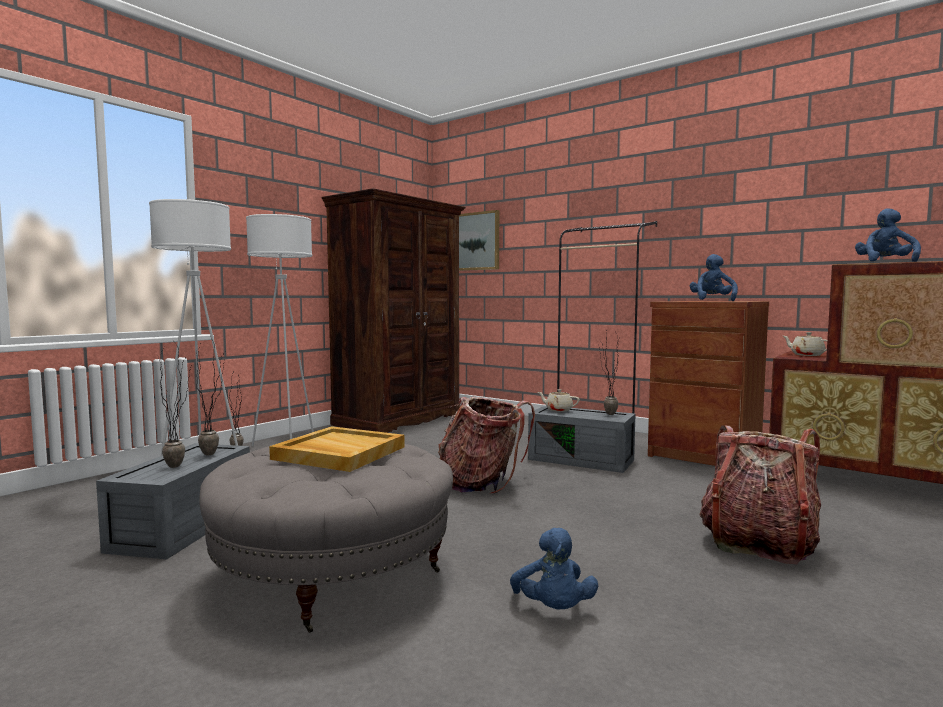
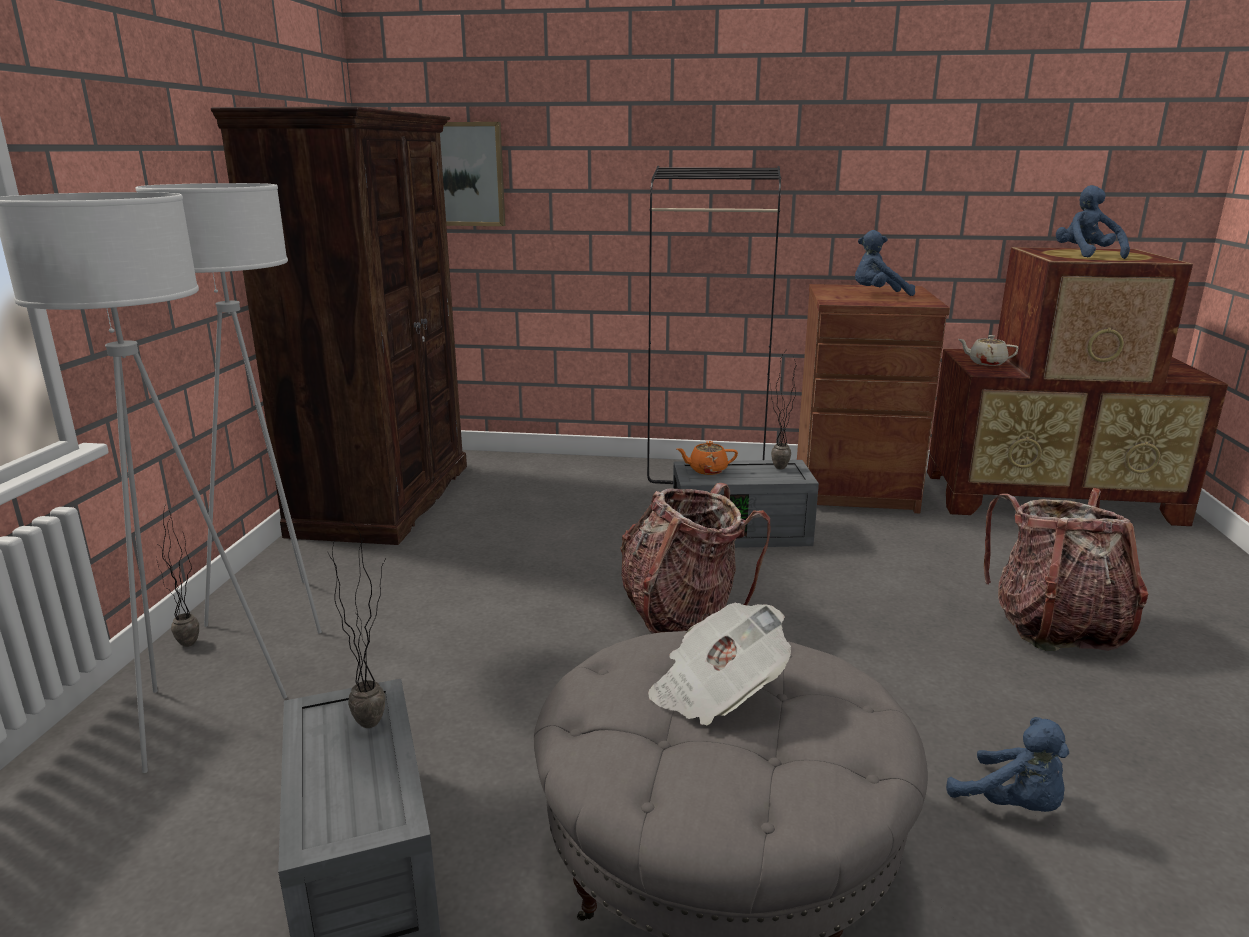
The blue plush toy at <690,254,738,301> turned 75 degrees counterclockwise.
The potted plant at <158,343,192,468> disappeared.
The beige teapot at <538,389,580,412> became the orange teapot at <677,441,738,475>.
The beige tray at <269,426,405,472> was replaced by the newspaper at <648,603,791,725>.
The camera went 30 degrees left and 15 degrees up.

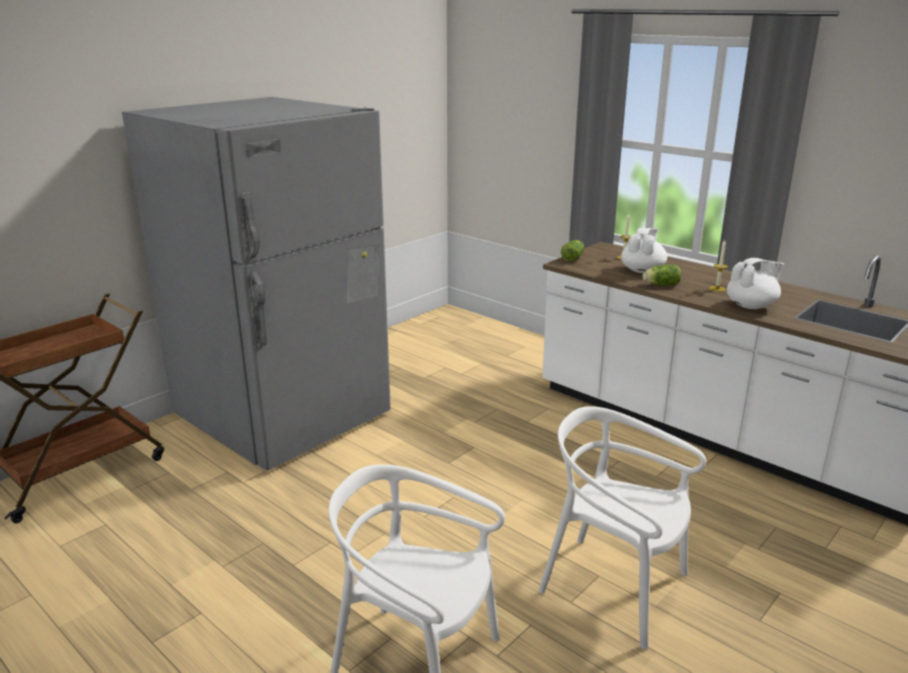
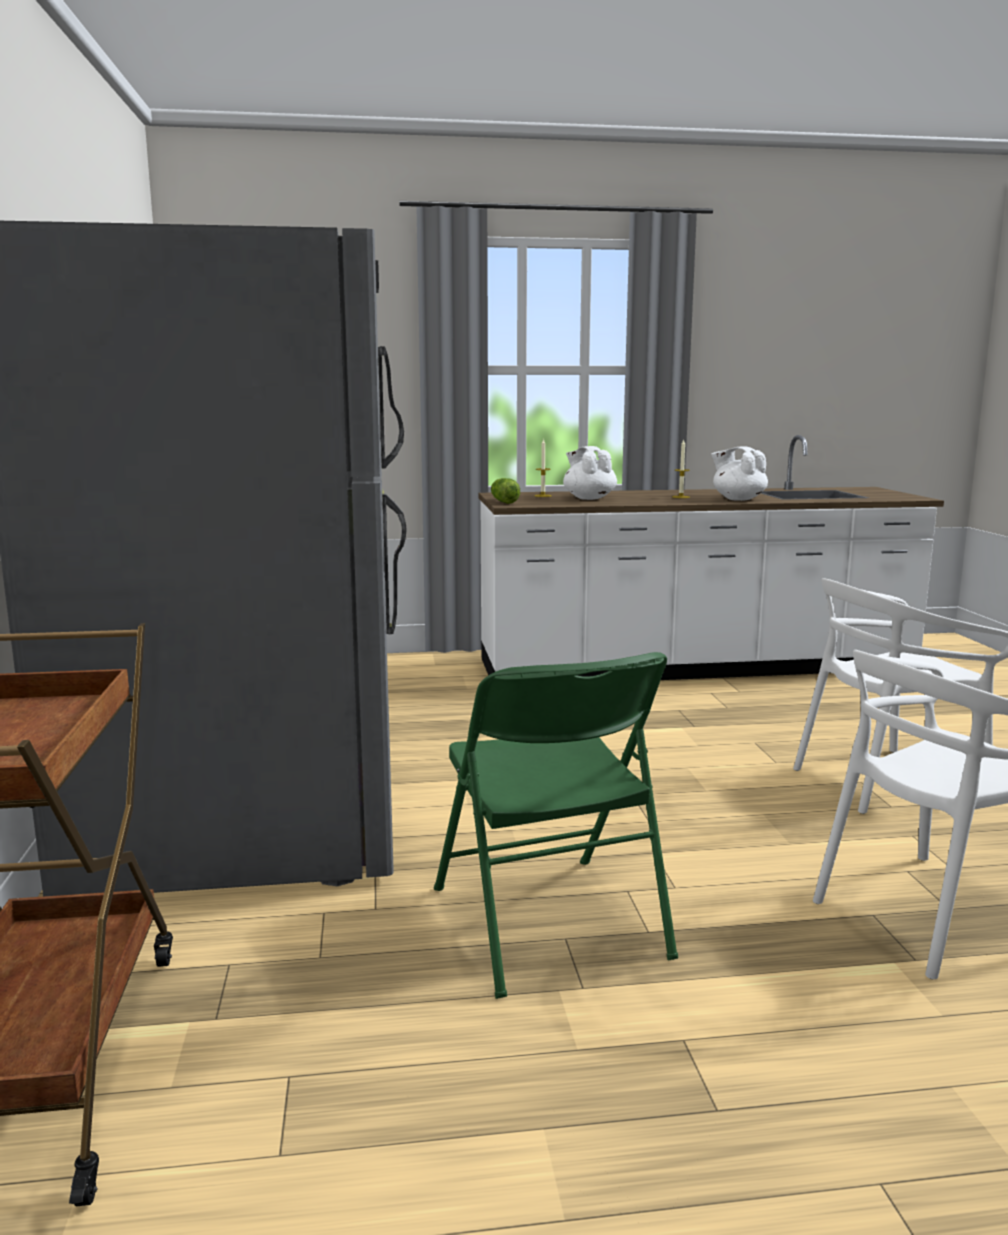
The white teapot at <727,258,784,309> turned 60 degrees counterclockwise.
The lettuce at <642,264,681,285> disappeared.
The green chair at <434,652,678,999> appeared.
The camera went 50 degrees left and 10 degrees down.

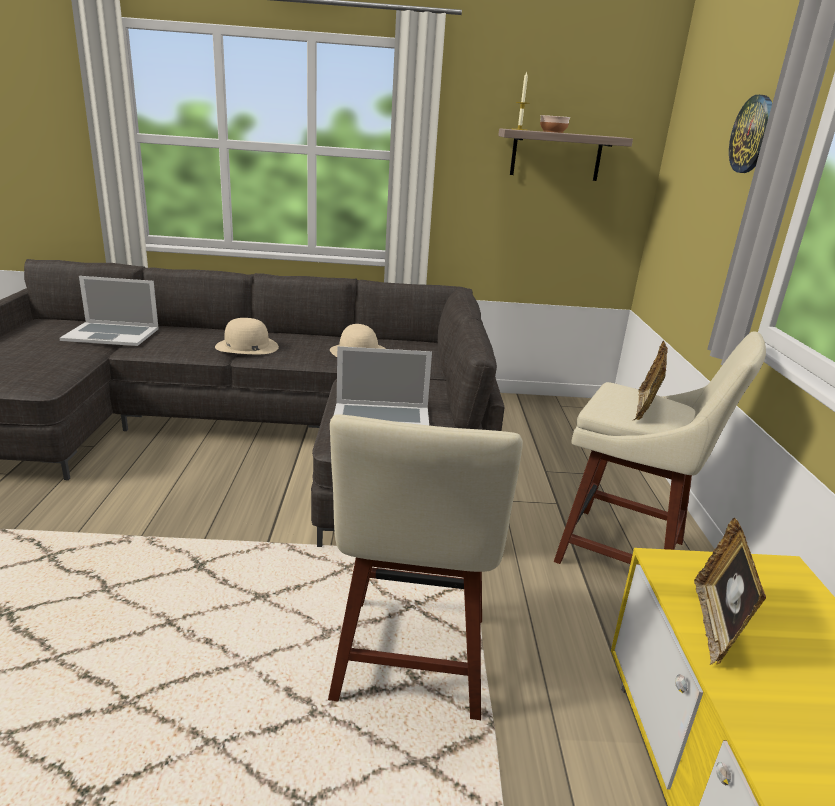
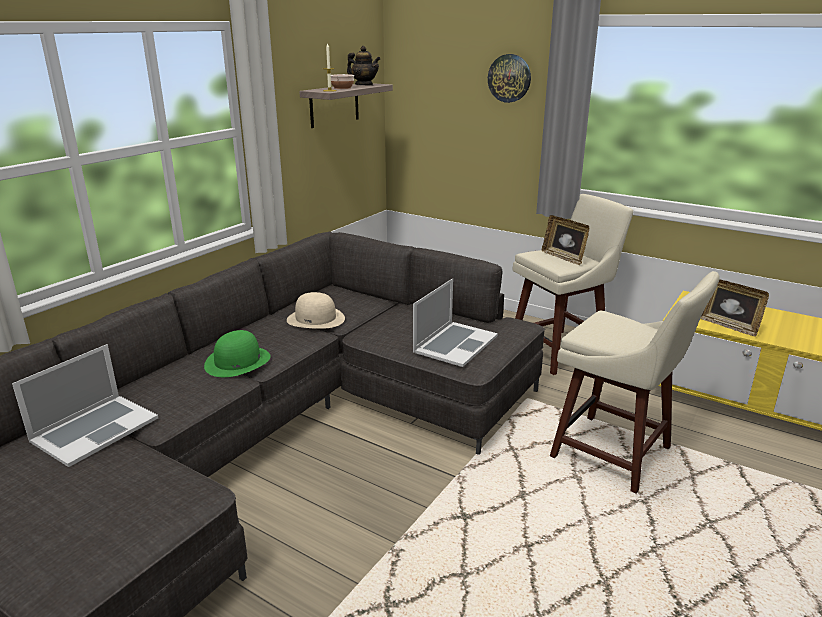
The beige hat at <215,318,279,354> became the green hat at <204,330,271,377>.
The teapot at <347,46,380,85> appeared.
The camera went 55 degrees left and 0 degrees up.

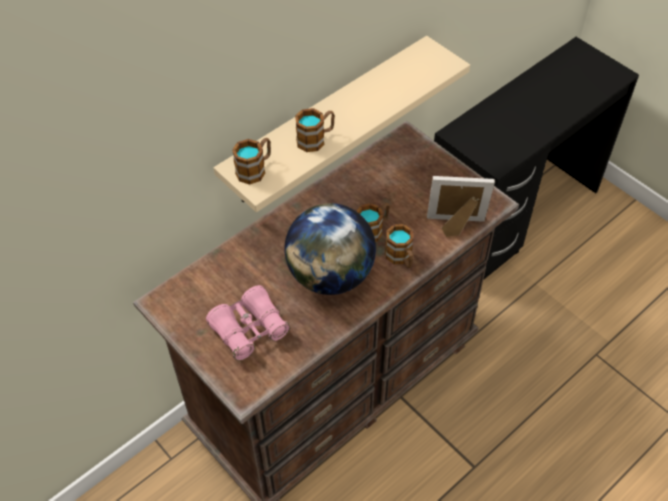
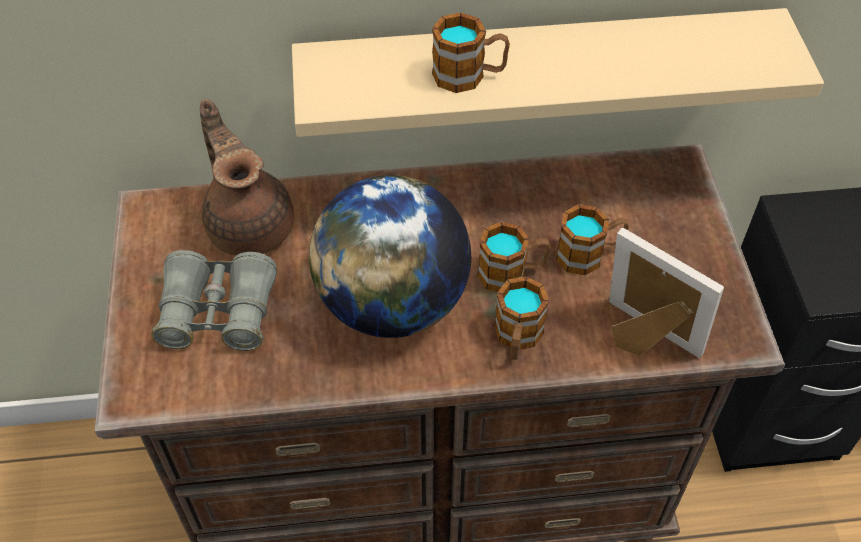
The mug moved from <232,138,271,184> to <556,204,629,275>.
The pink binoculars at <206,285,290,361> became the grey binoculars at <151,250,277,351>.
The brown teapot at <200,99,294,256> appeared.
The camera went 35 degrees right and 0 degrees up.

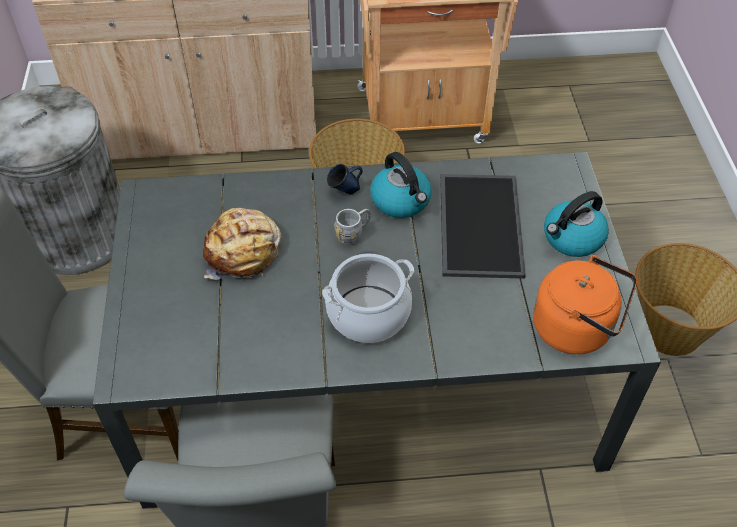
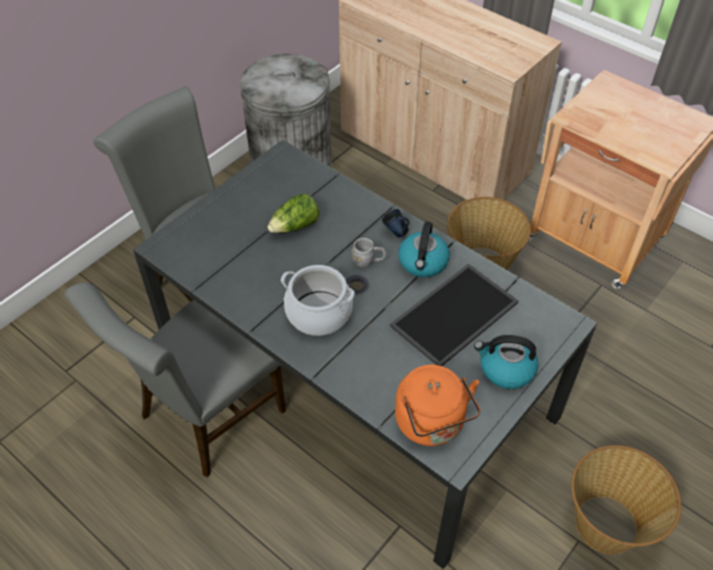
The bread at <203,208,282,280> was replaced by the lettuce at <267,194,319,233>.
The camera went 45 degrees right and 0 degrees up.

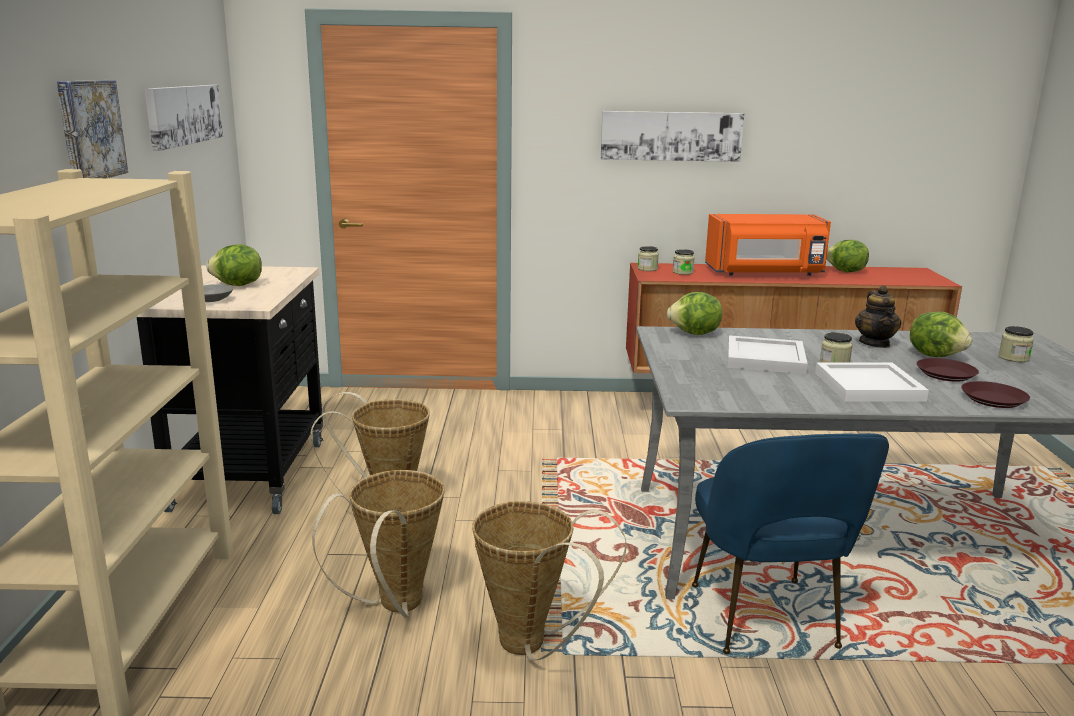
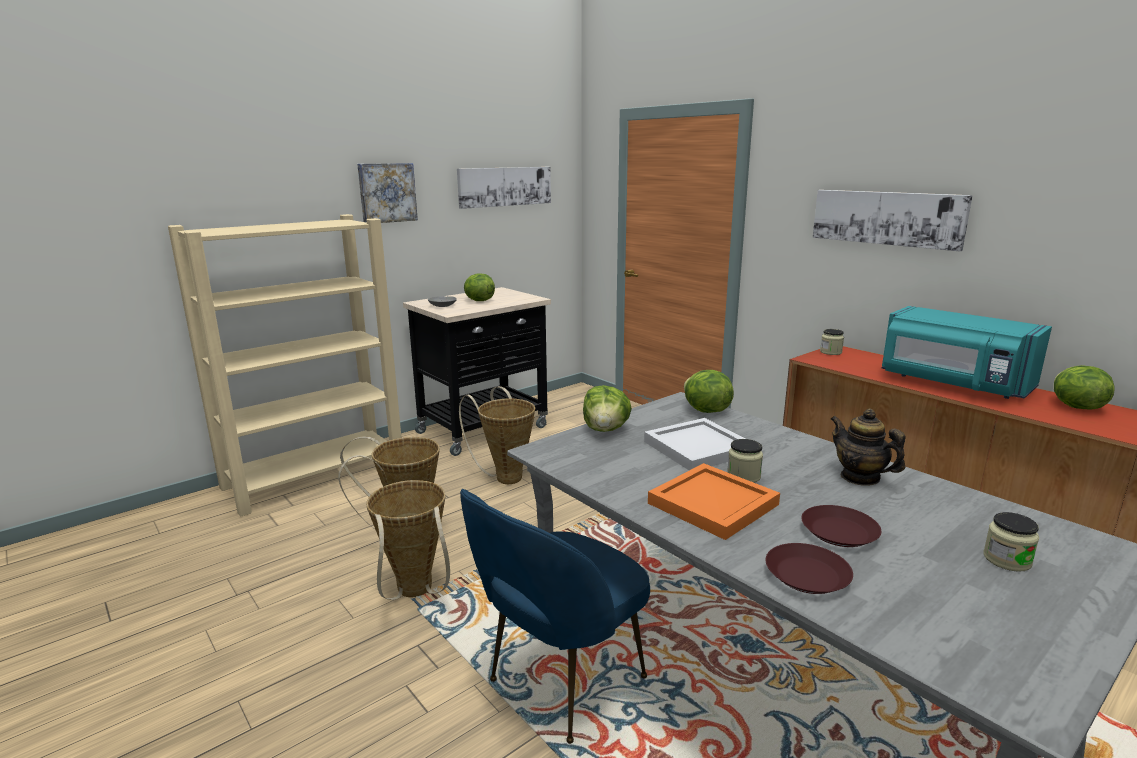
The orange microwave at <705,214,831,276> became the turquoise microwave at <882,306,1052,399>.
The jar at <673,249,695,275> disappeared.
The teapot at <855,286,901,348> turned 90 degrees clockwise.
The lettuce moved from <910,311,972,357> to <583,385,632,432>.
The white tray at <815,362,929,402> became the orange tray at <648,463,780,540>.
The camera went 50 degrees right and 0 degrees up.

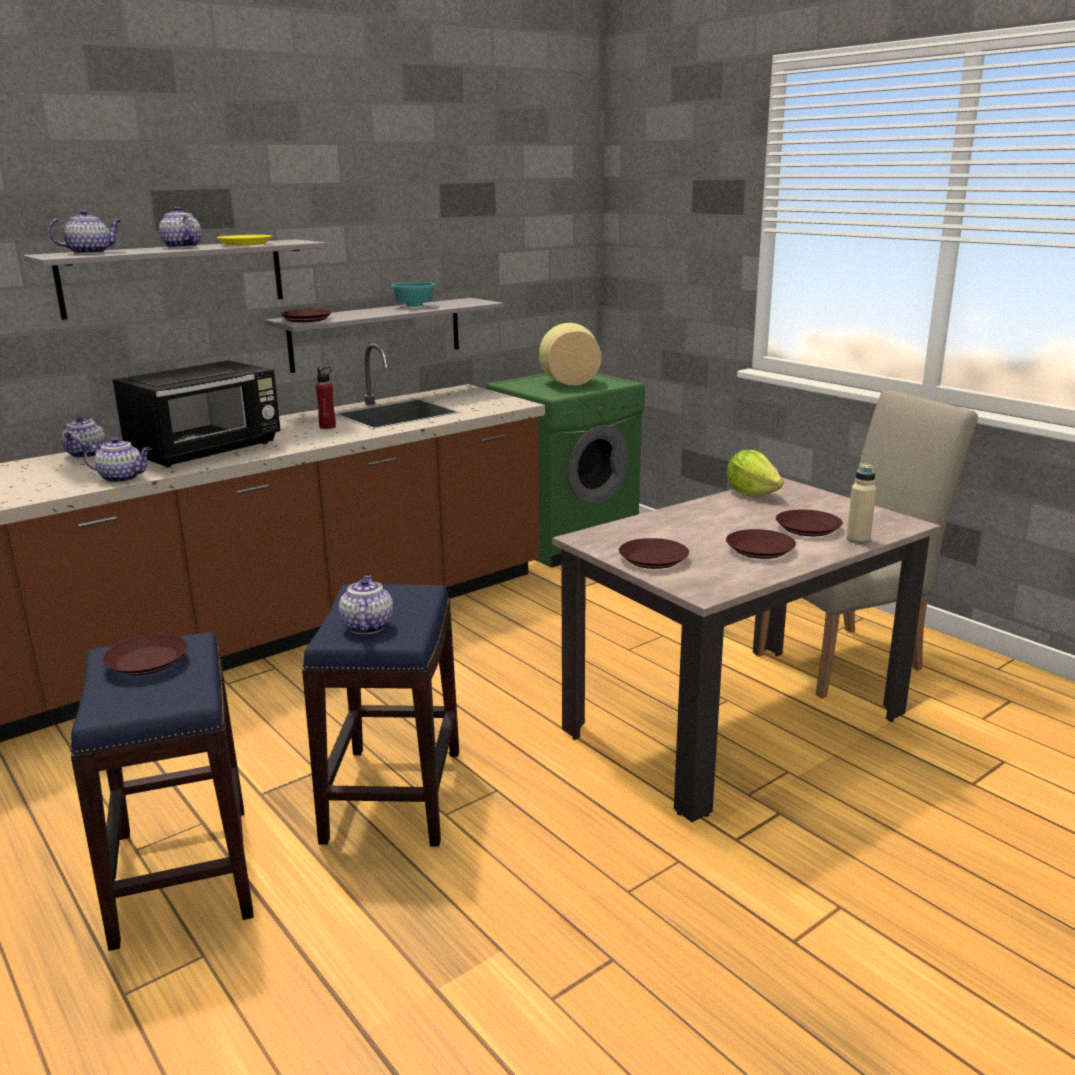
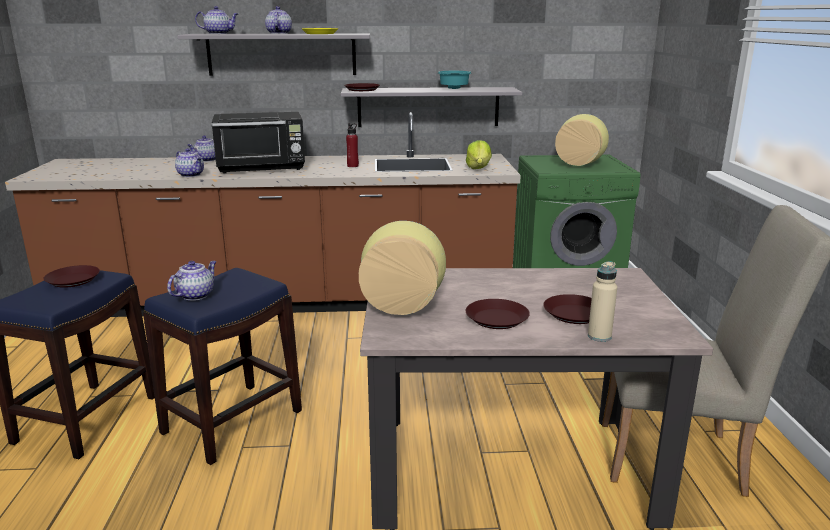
The lettuce moved from <727,450,784,497> to <466,140,492,169>.
The brown plate at <619,538,689,569> was replaced by the vase at <359,221,446,315>.
The camera went 35 degrees right and 0 degrees up.

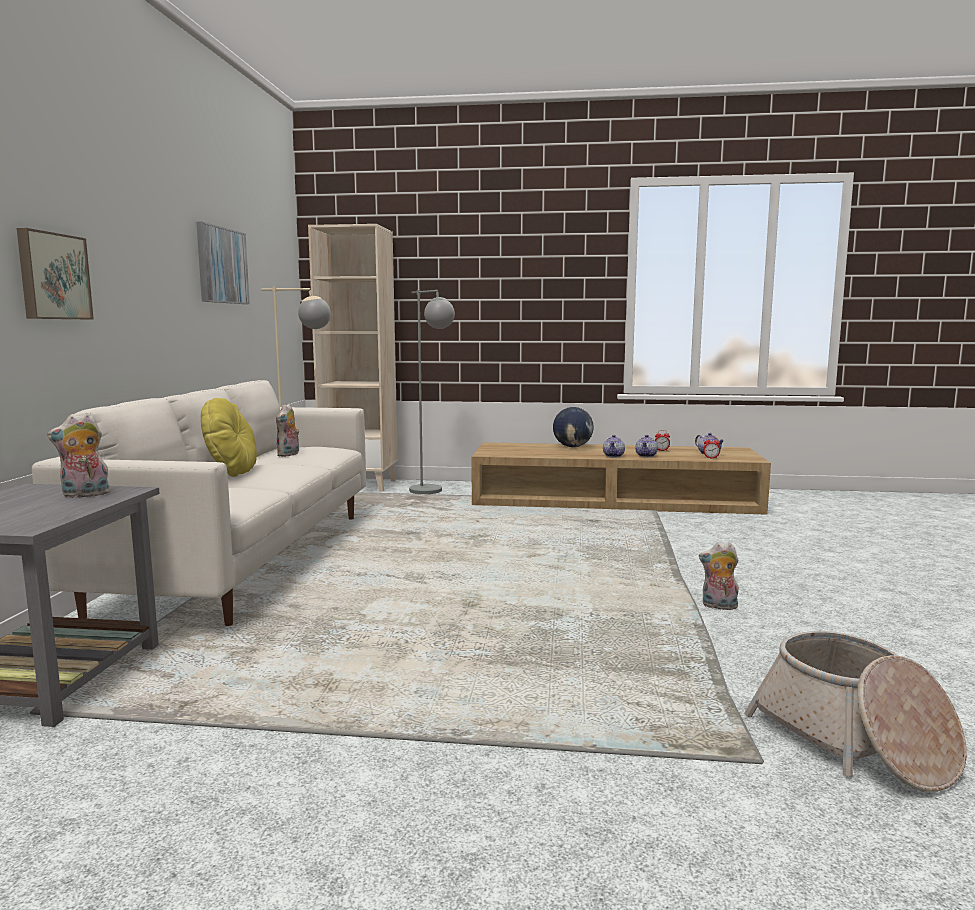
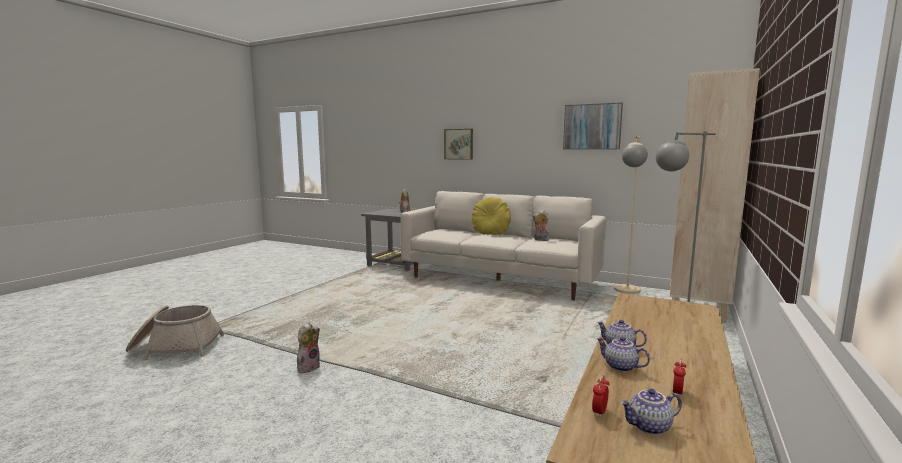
The globe at <553,407,594,447> disappeared.
The camera went 110 degrees right and 0 degrees up.

